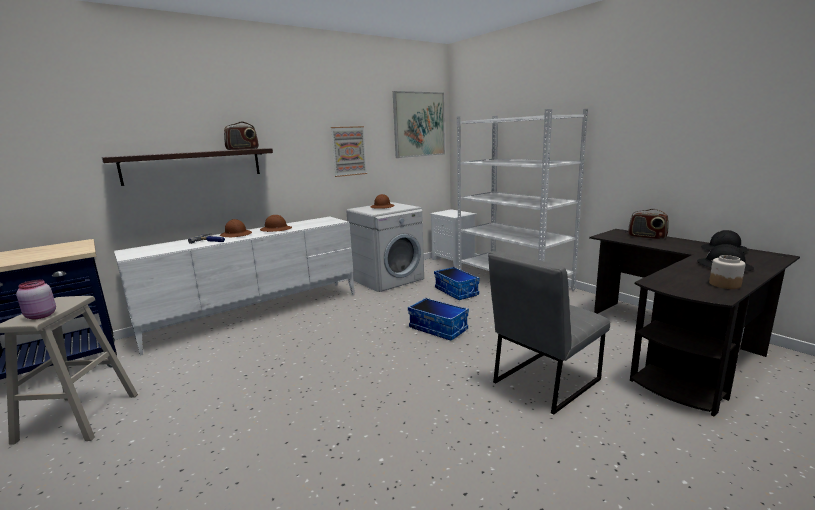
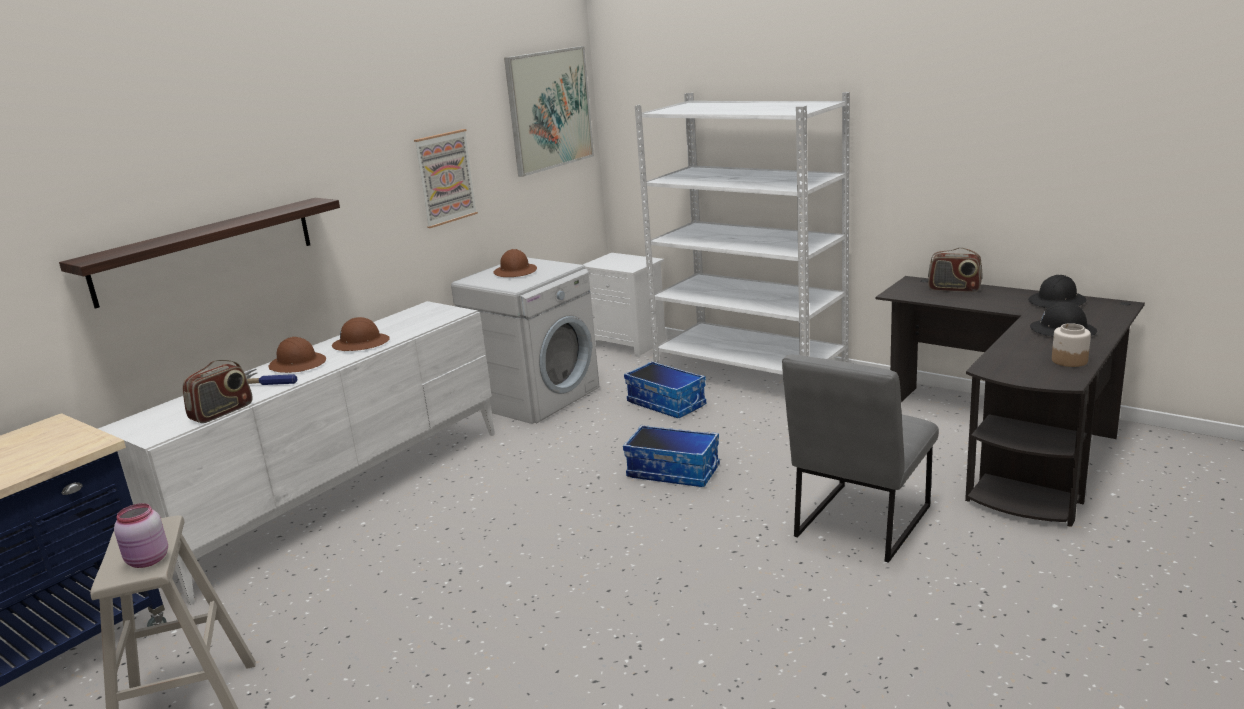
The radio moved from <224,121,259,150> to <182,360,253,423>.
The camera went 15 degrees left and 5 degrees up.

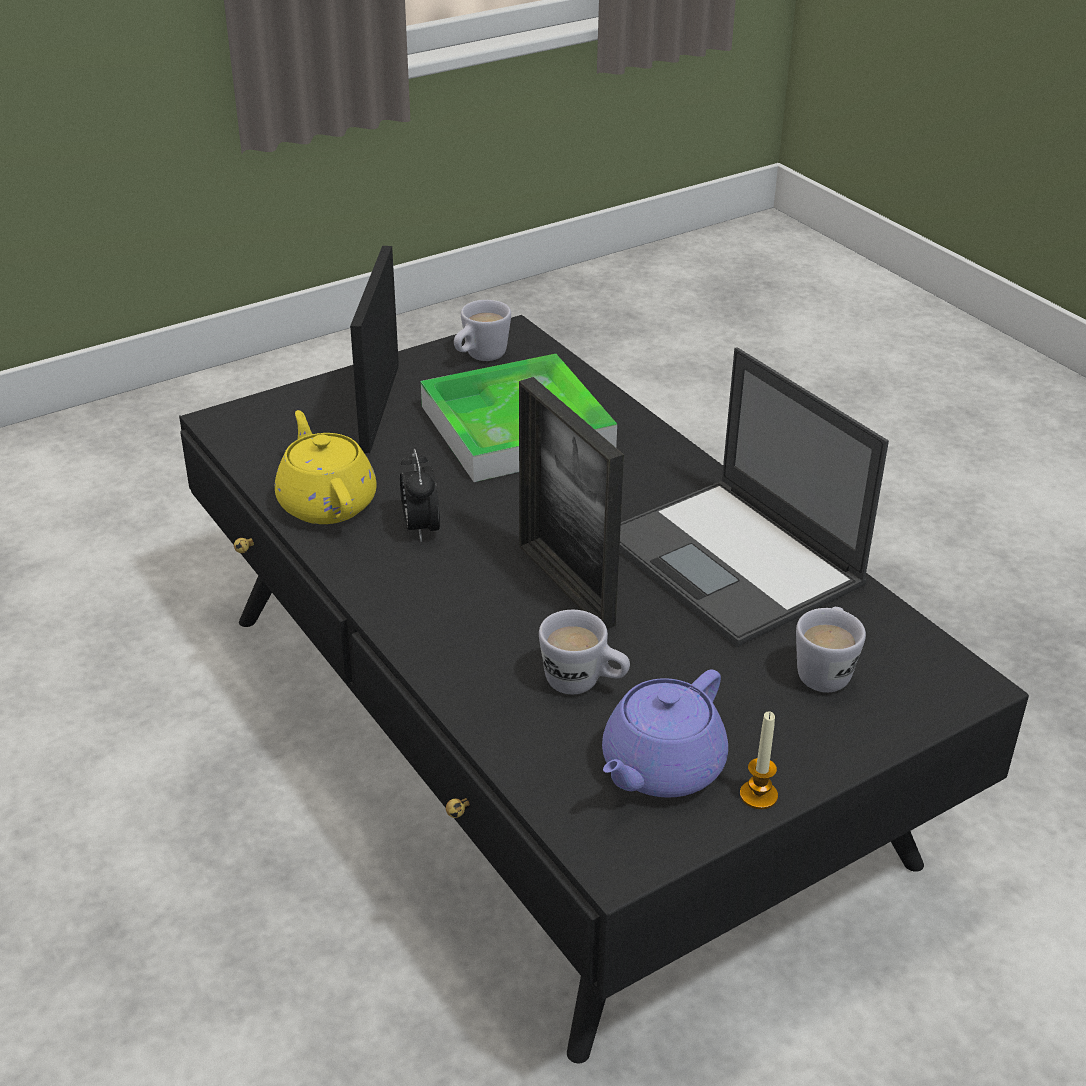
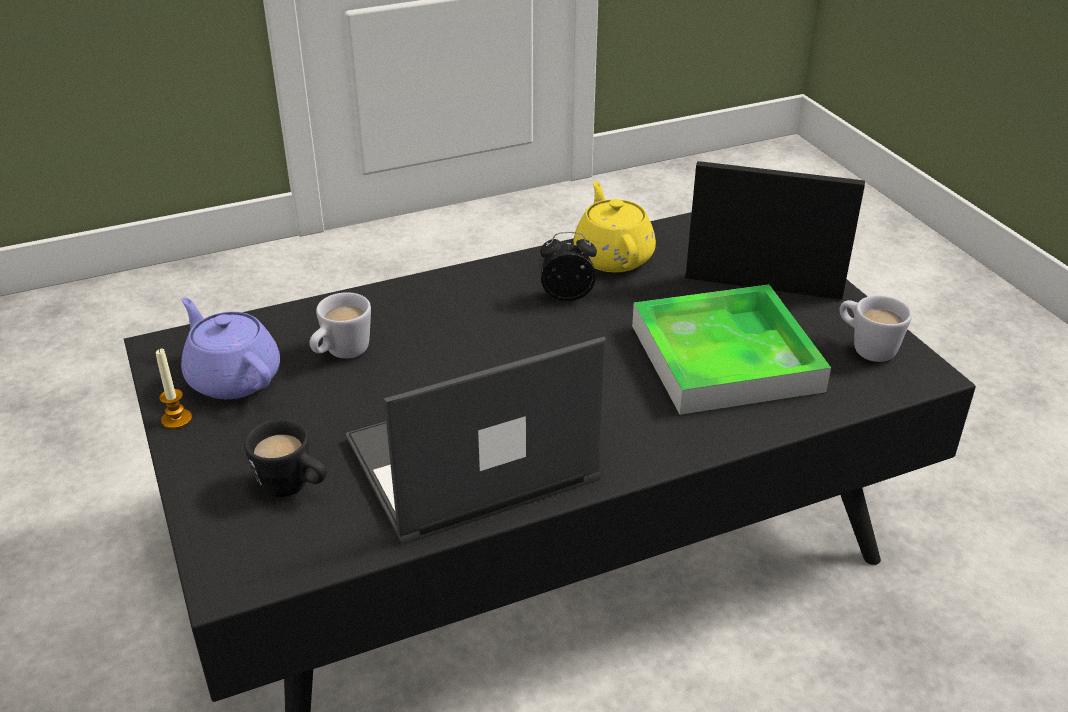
The picture frame at <519,377,624,629> disappeared.
The yellow teapot at <275,410,377,524> turned 90 degrees counterclockwise.
The white mug at <796,607,866,692> became the black mug at <244,419,327,497>.
The camera went 100 degrees right and 0 degrees up.

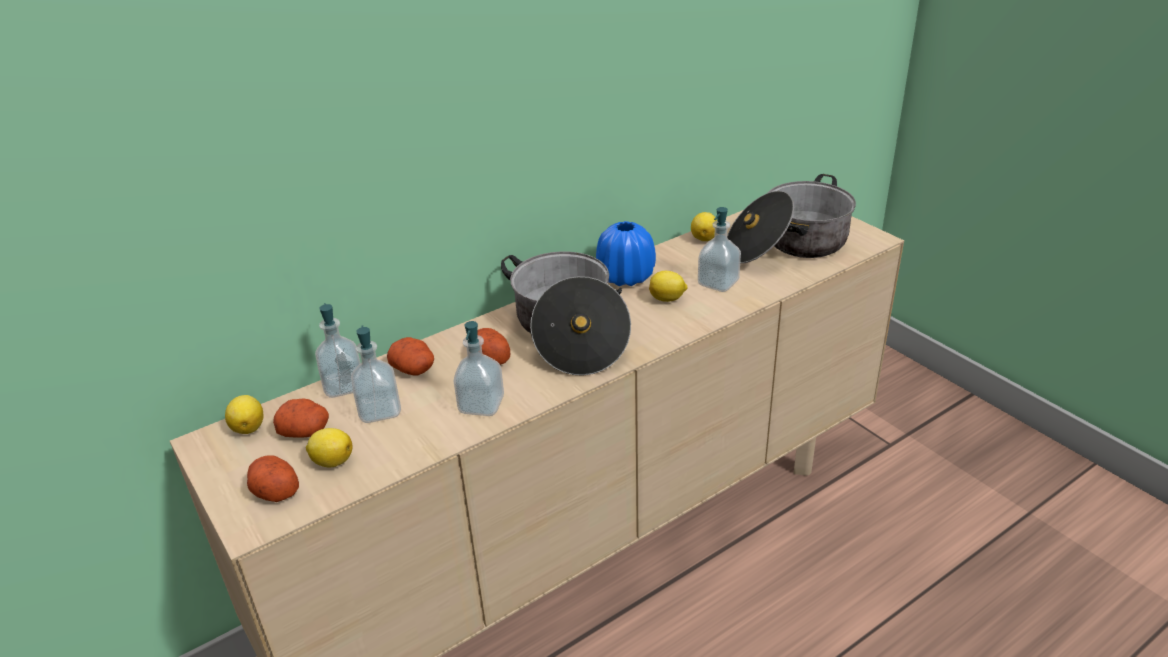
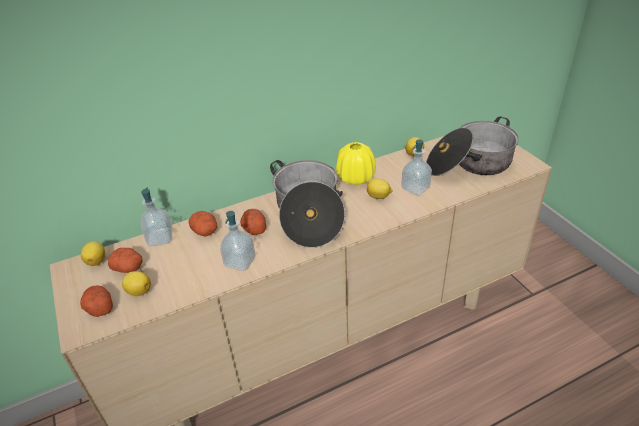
The blue vase at <596,221,656,286> became the yellow vase at <336,142,376,185>.
The soap dispenser at <351,326,401,423> disappeared.
The camera went 10 degrees right and 5 degrees up.

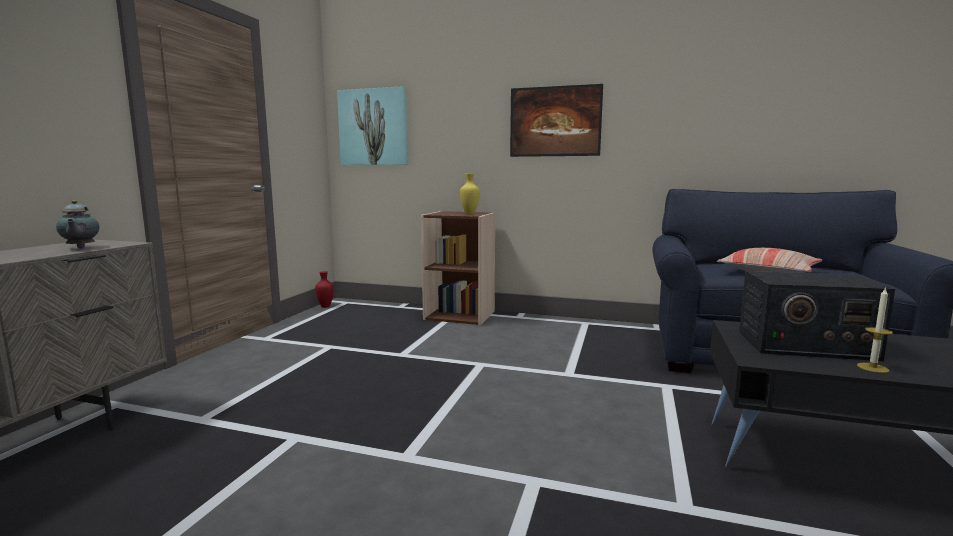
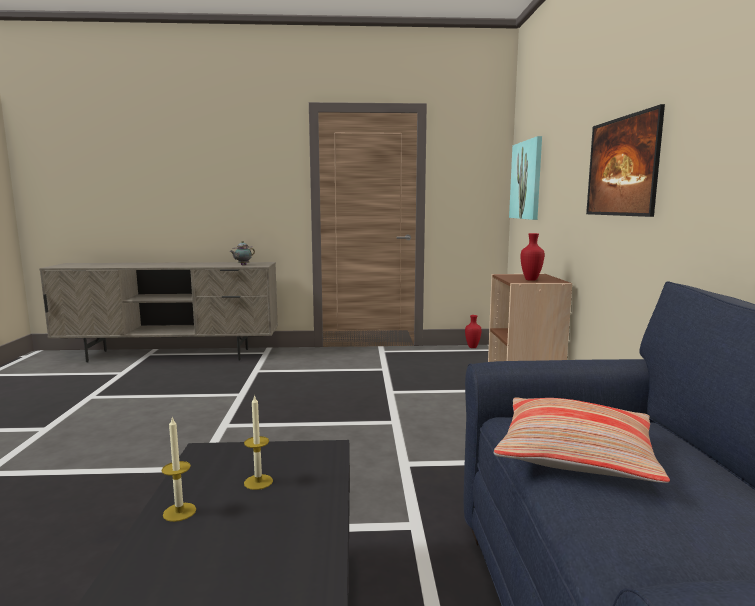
The yellow vase at <460,173,480,214> became the red vase at <521,233,545,281>.
The radio at <739,271,895,361> was replaced by the candle at <244,395,273,490>.
The camera went 70 degrees right and 0 degrees up.

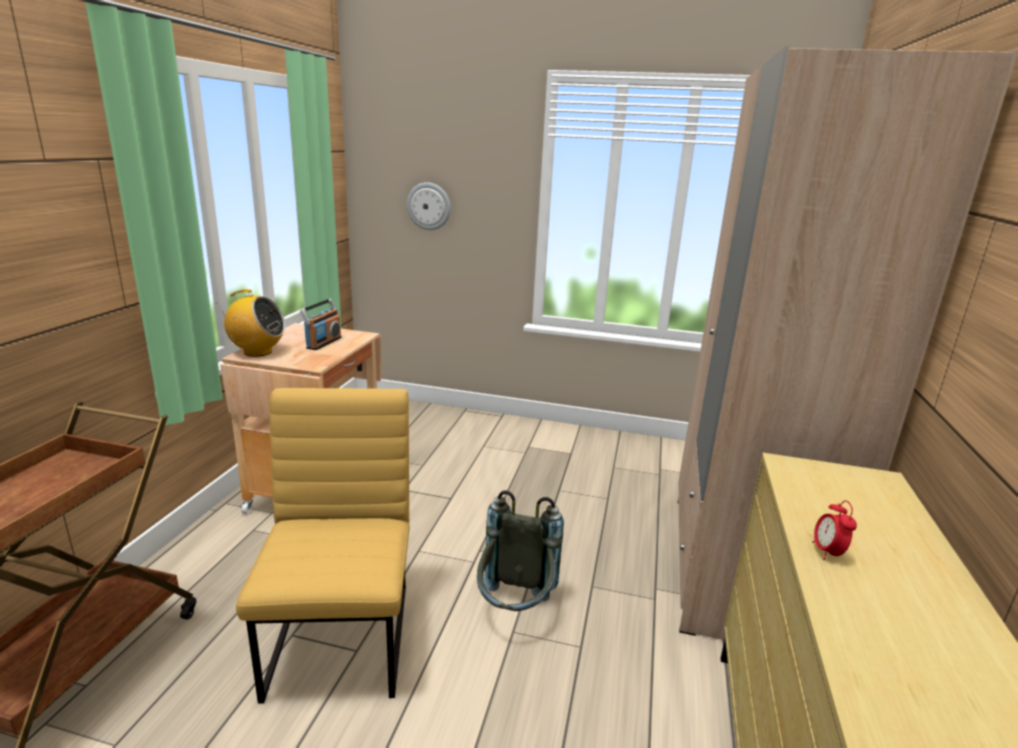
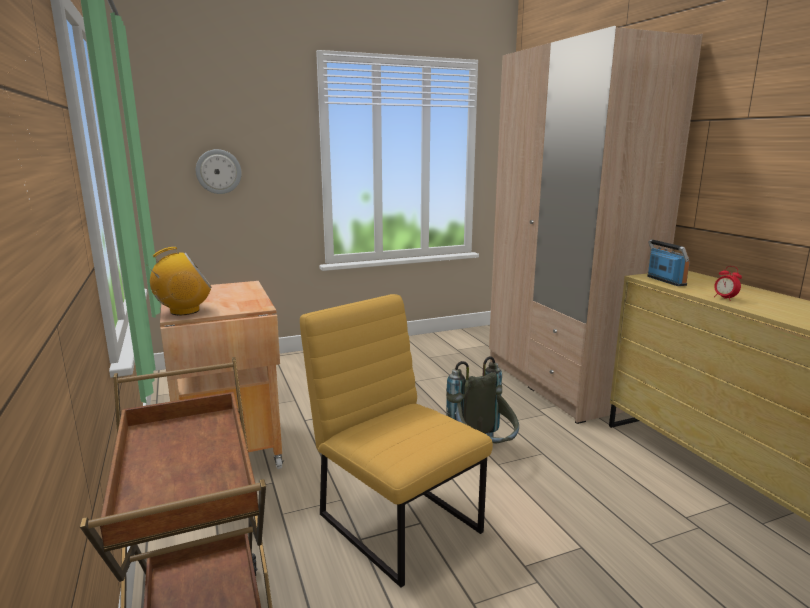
The radio moved from <300,299,341,350> to <647,239,690,286>.
The camera went 35 degrees left and 5 degrees down.

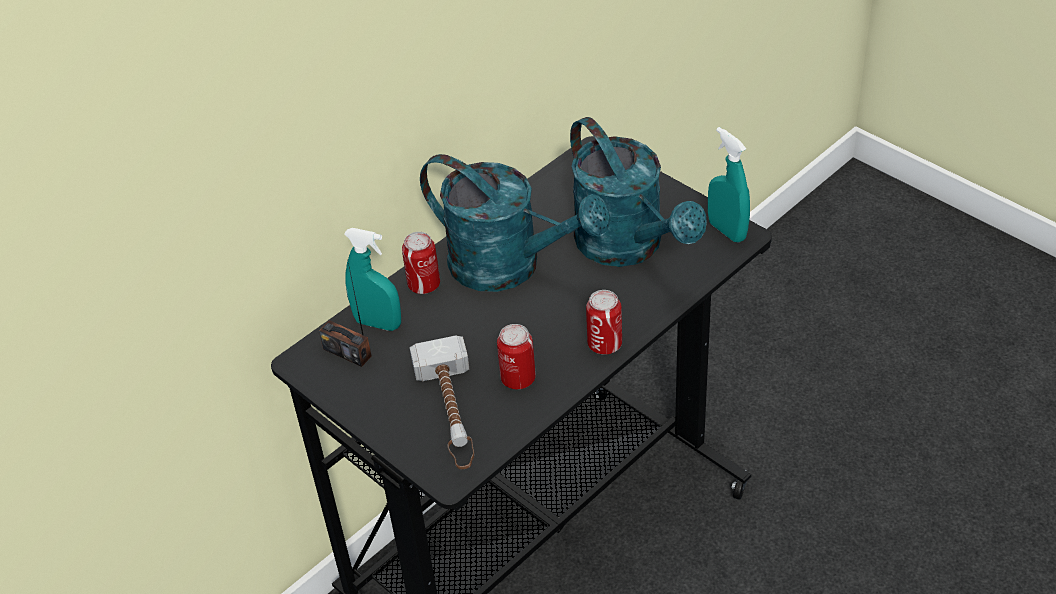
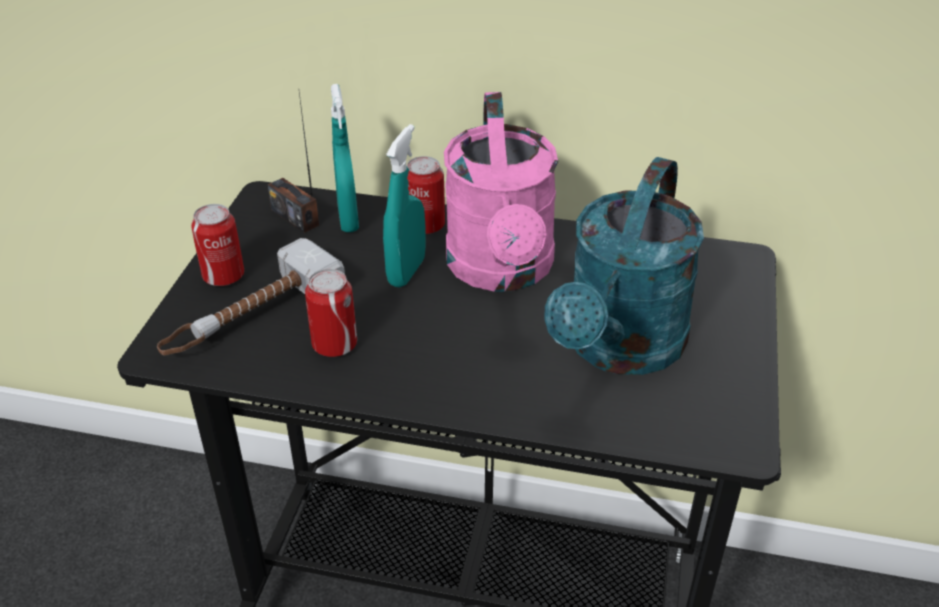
The turquoise spray bottle moved from <708,127,750,243> to <383,124,425,288>.
The turquoise watering can at <420,154,610,292> became the pink watering can at <444,92,558,292>.
The radio at <319,263,372,367> turned 45 degrees counterclockwise.
The can moved from <586,290,622,354> to <191,204,244,286>.
The camera went 55 degrees right and 5 degrees down.

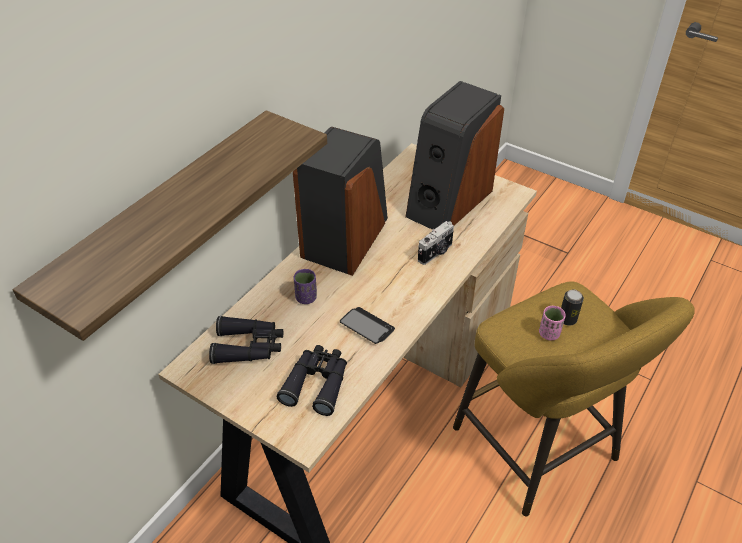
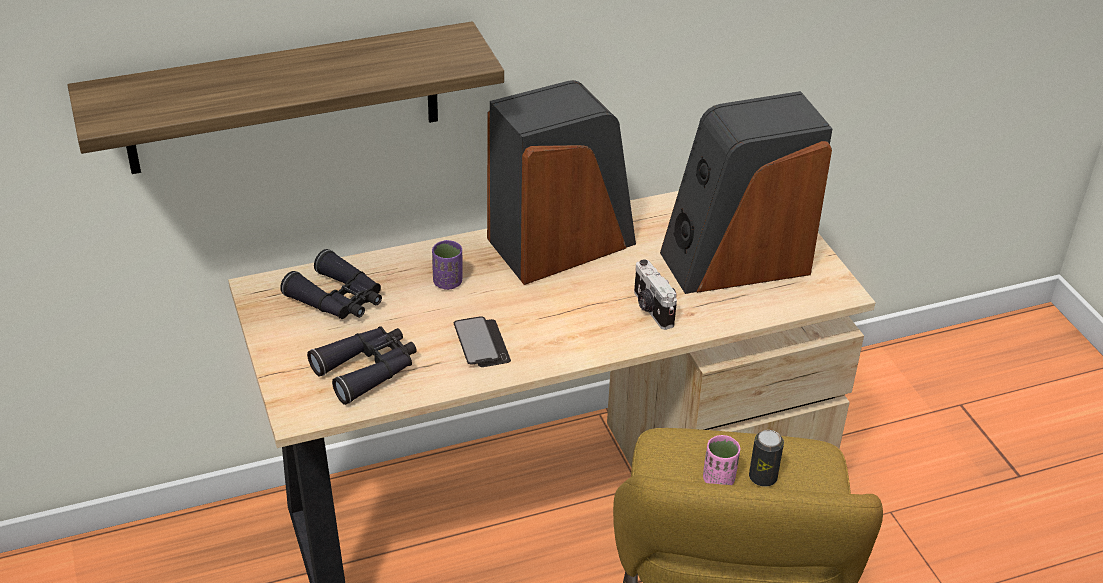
The photo camera at <418,221,454,265> turned 75 degrees clockwise.
The camera went 35 degrees right and 5 degrees down.

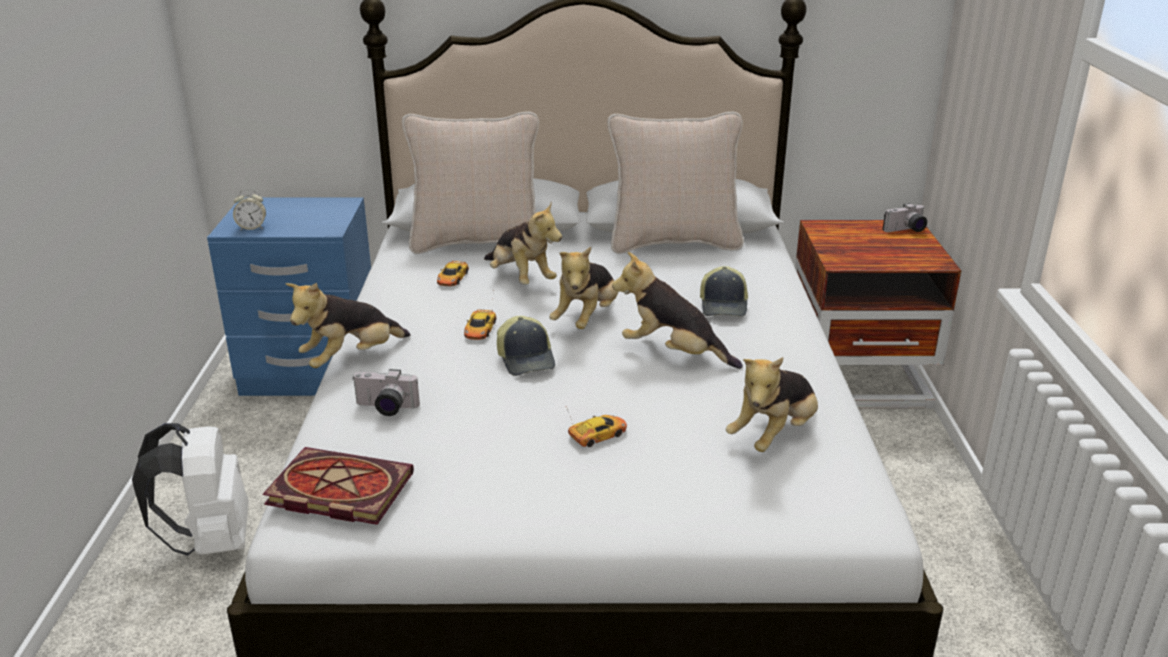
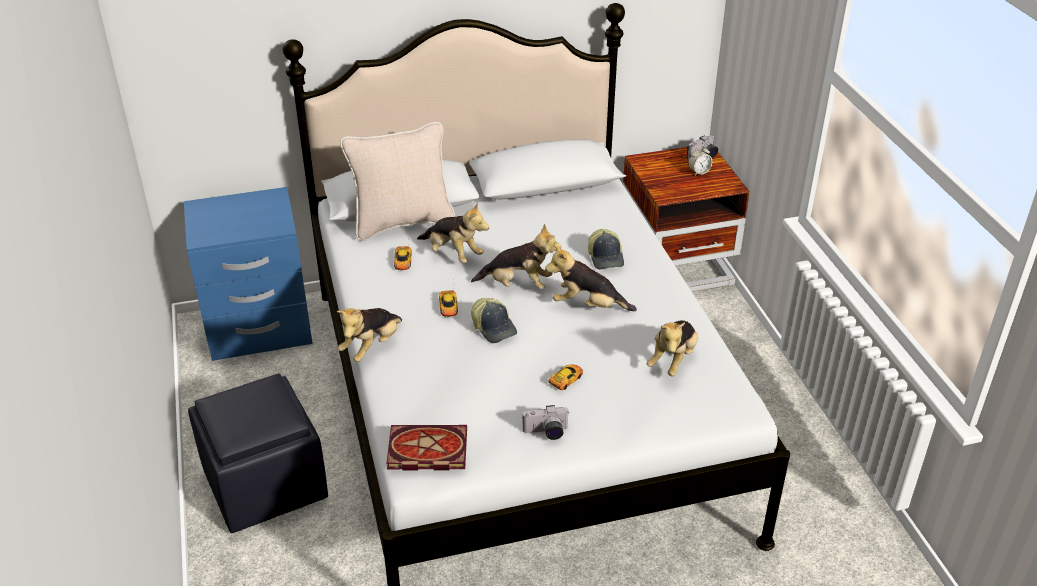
The beige pillow at <607,112,744,254> disappeared.
The alarm clock moved from <233,189,266,231> to <688,146,712,175>.
The plush toy at <549,247,618,329> turned 90 degrees counterclockwise.
The photo camera moved from <353,369,420,416> to <522,405,570,440>.
The white backpack at <132,423,249,556> was replaced by the black ottoman at <188,373,328,533>.
The camera went 15 degrees left and 10 degrees up.

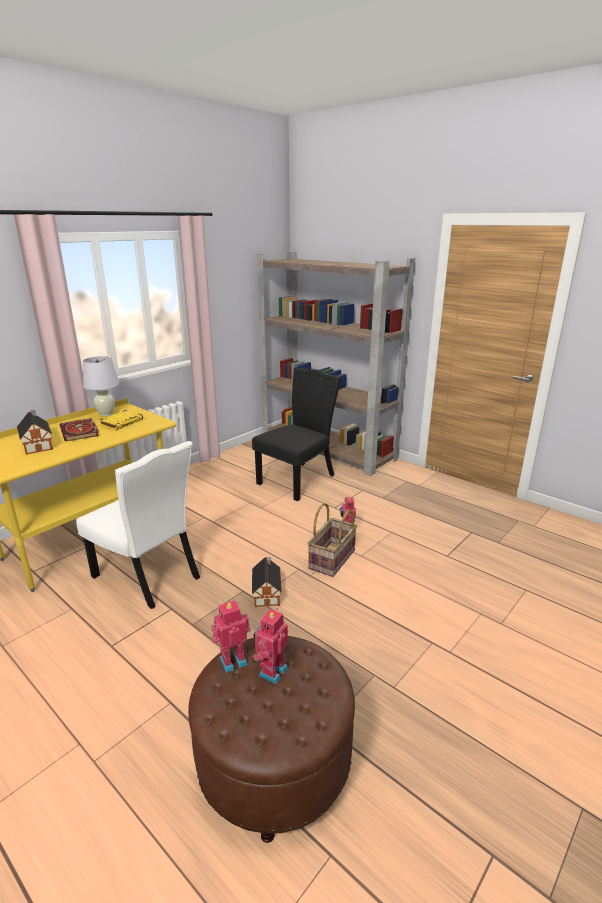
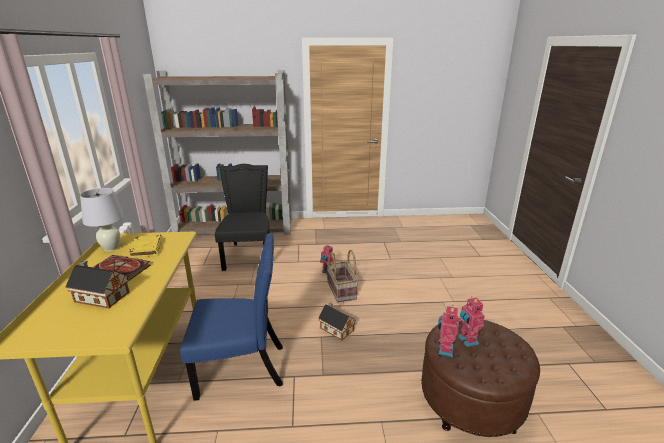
The white chair at <76,441,200,609> became the blue chair at <180,233,283,401>.
The camera went 45 degrees left and 0 degrees up.

